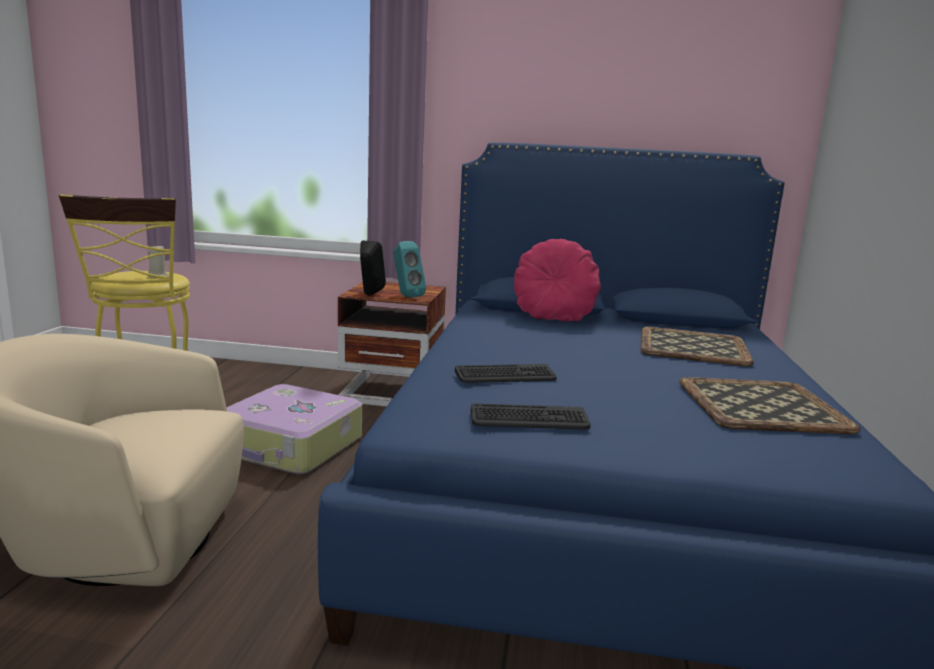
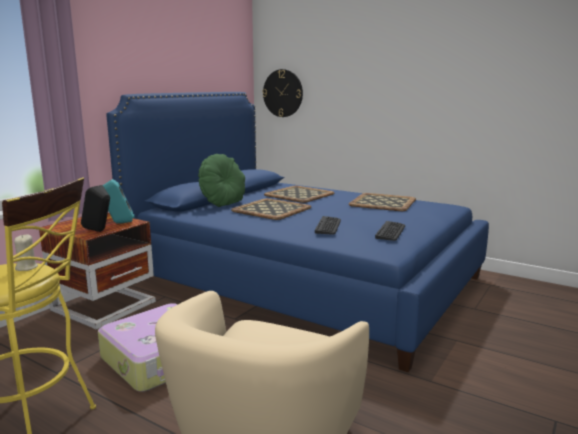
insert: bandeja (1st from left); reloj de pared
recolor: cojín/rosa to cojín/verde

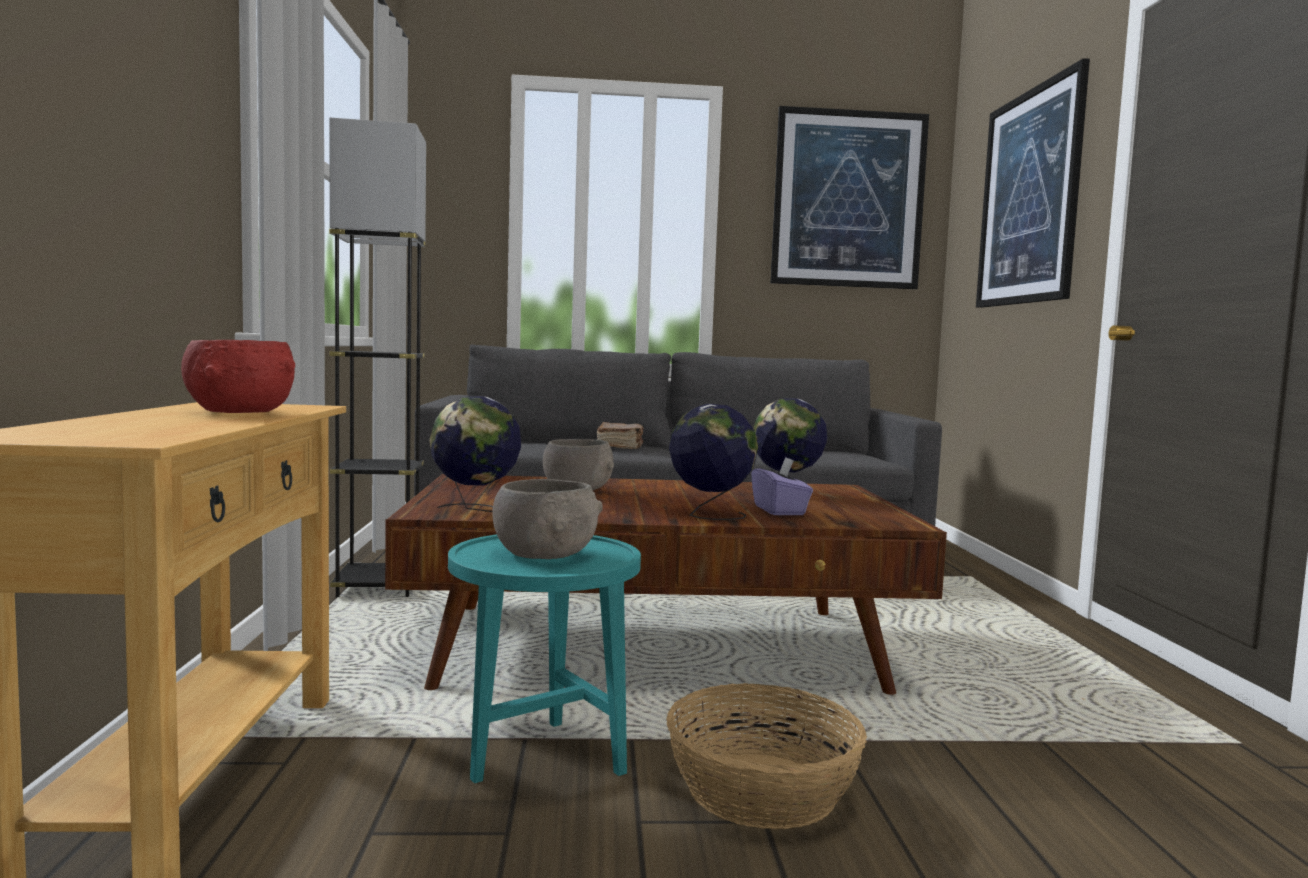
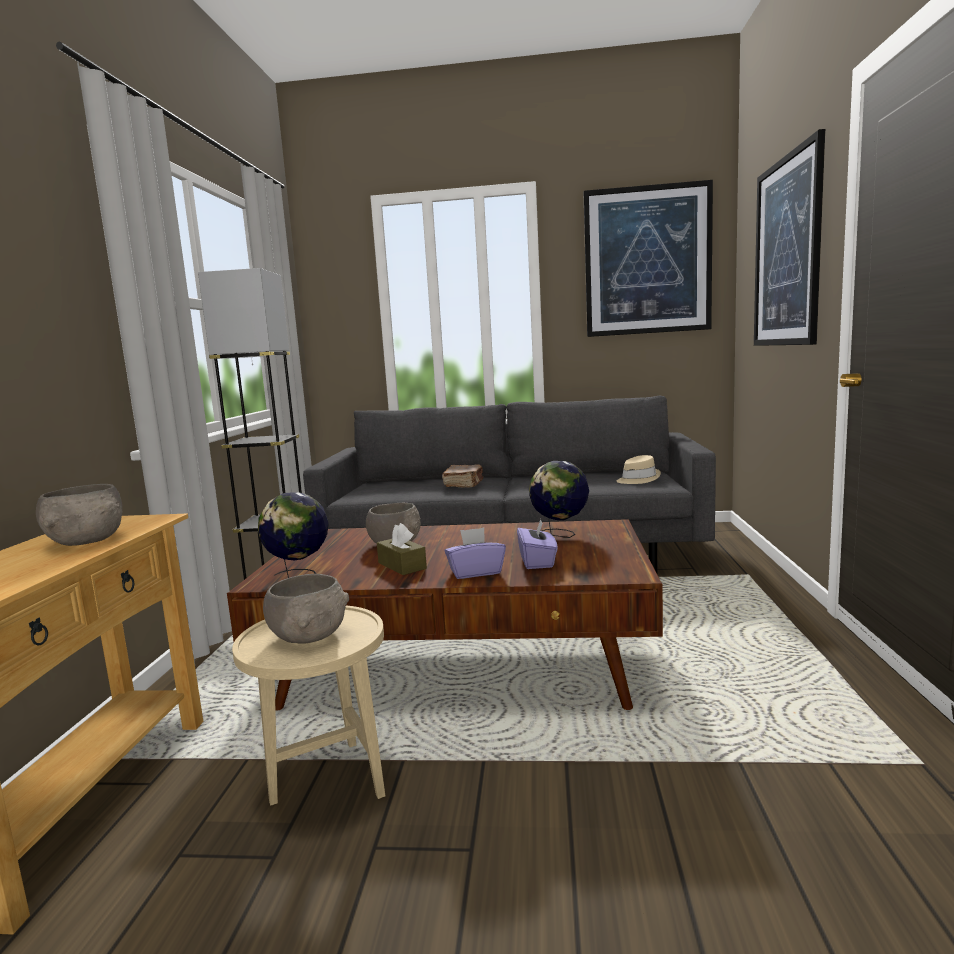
delete: cesta
insert: caja de pañuelos/marrón; sombrero/beis
replace: globo terráqueo (2nd from left) to caja de pañuelos/morado (1st from left)
recolor: cuenco/rojo to cuenco/gris (1st from left); mesa auxiliar/turquesa to mesa auxiliar/beis

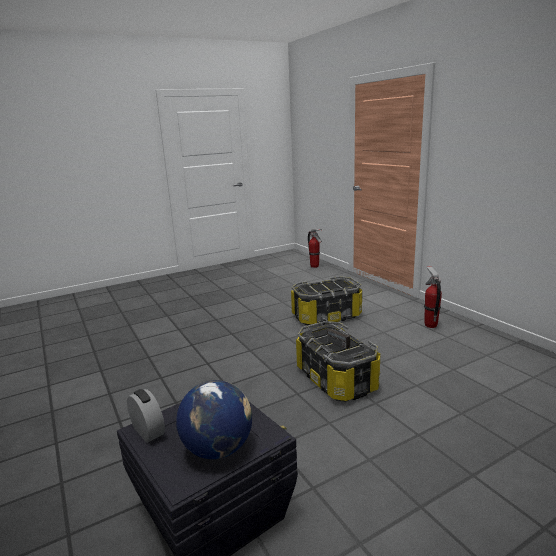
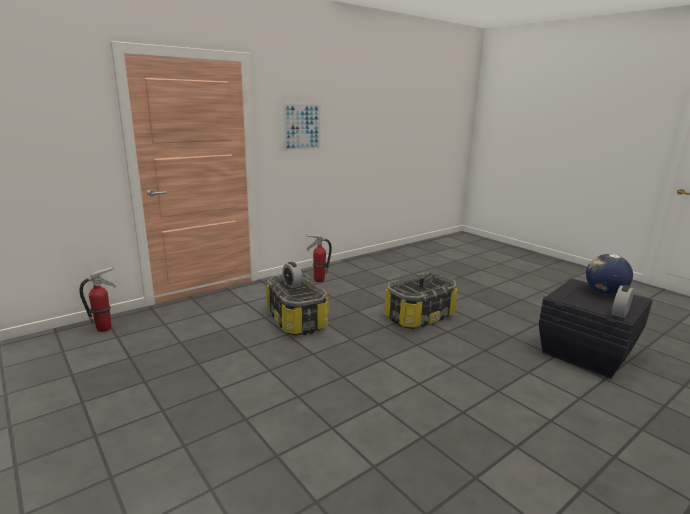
insert: cuadro; despertador (1st from left)

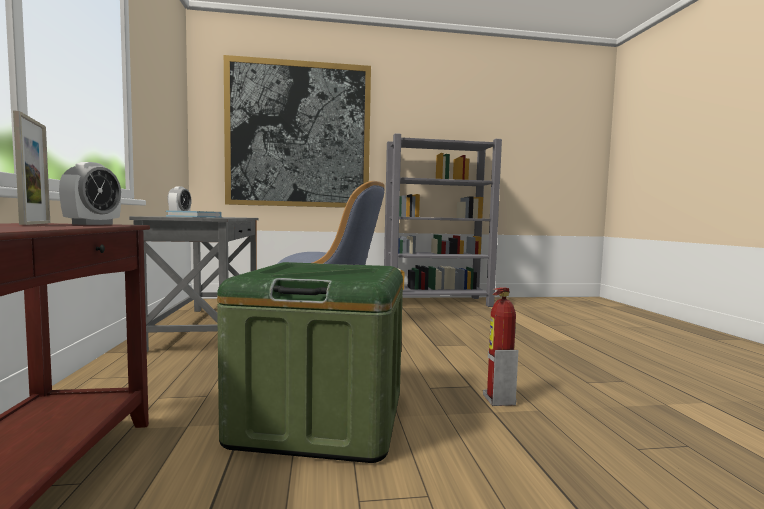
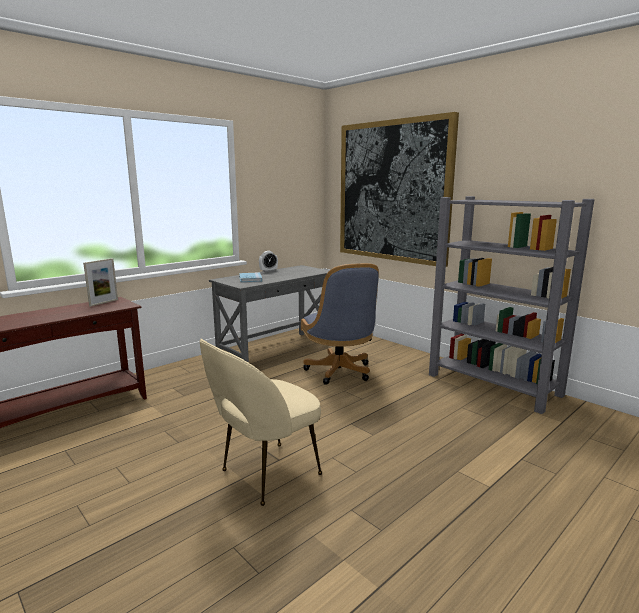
delete: despertador (1st from left); caja de almacenaje/verde
replace: extintor to silla/beis

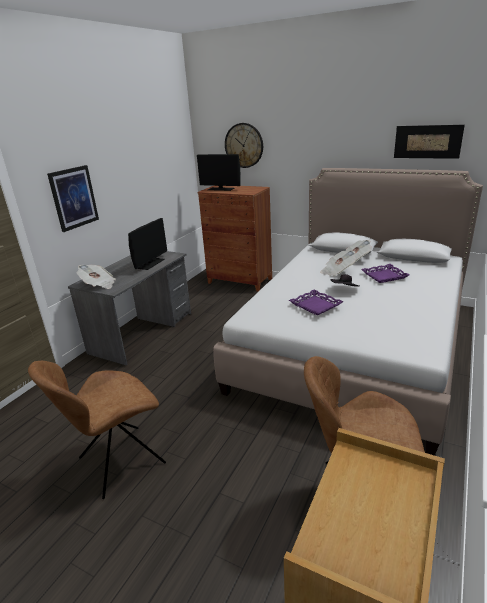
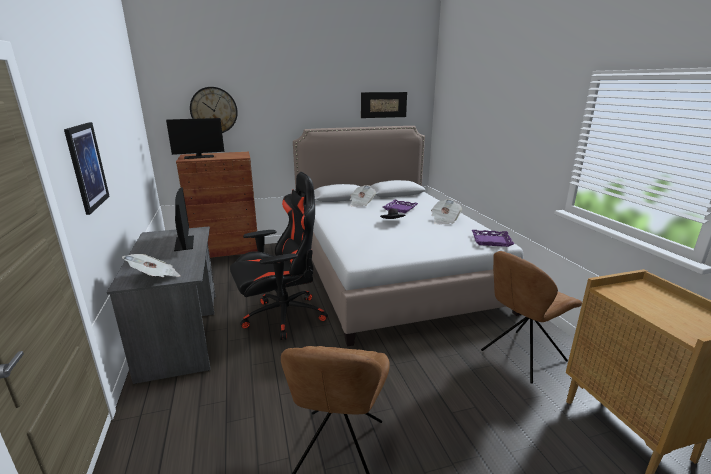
insert: silla de oficina/negro
move: bandeja/morado (1st from left in the first image) to bandeja/morado (2nd from left); periódico (2nd from left in the first image) to periódico (3rd from left)

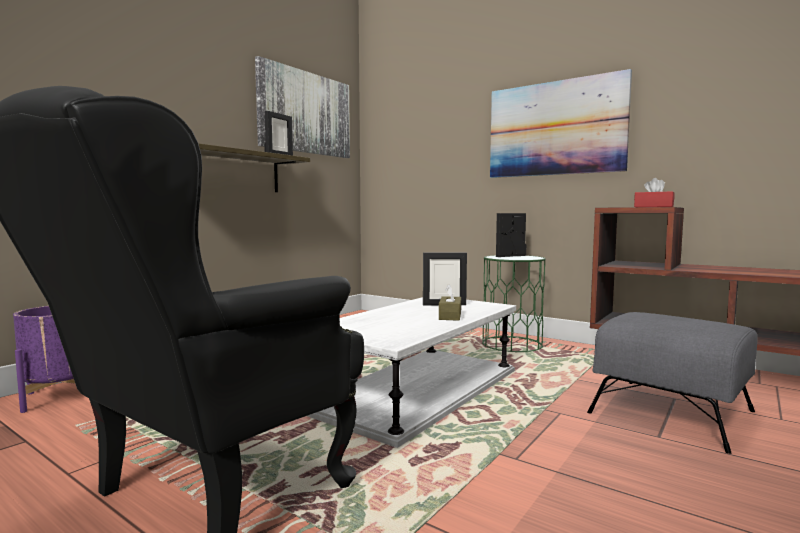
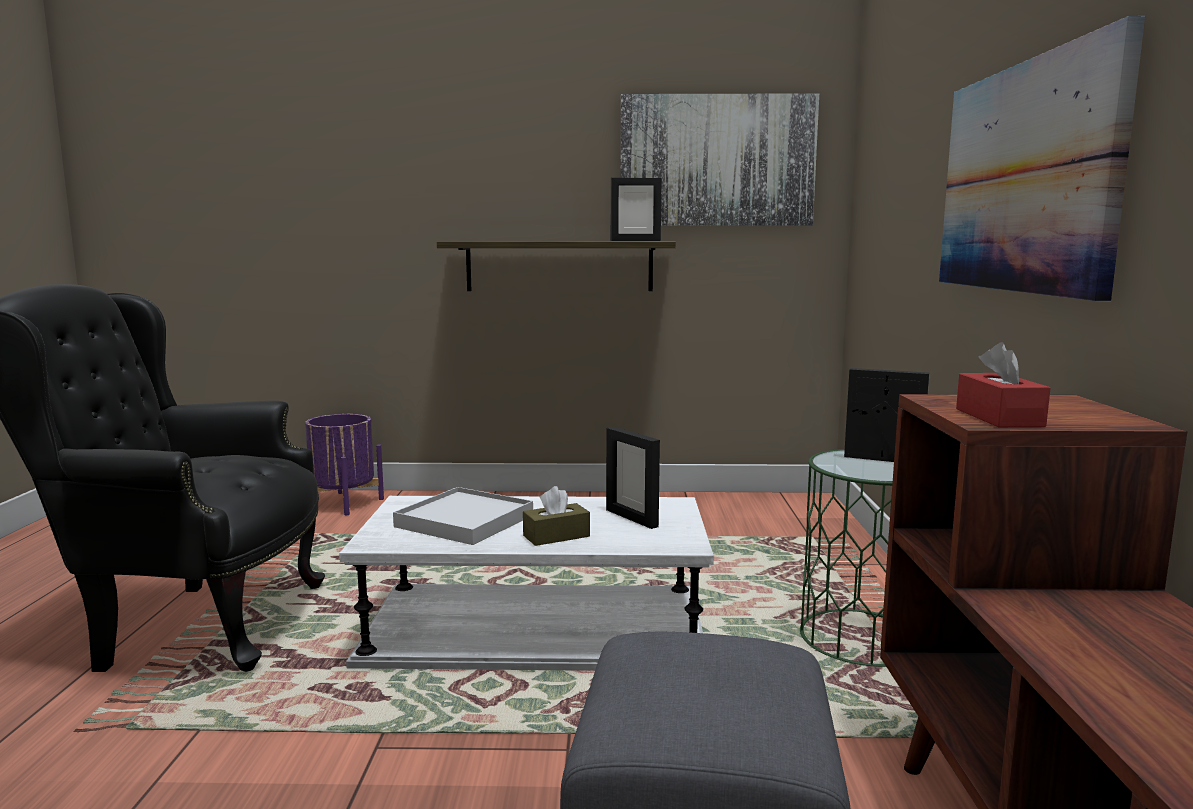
insert: bandeja/blanco

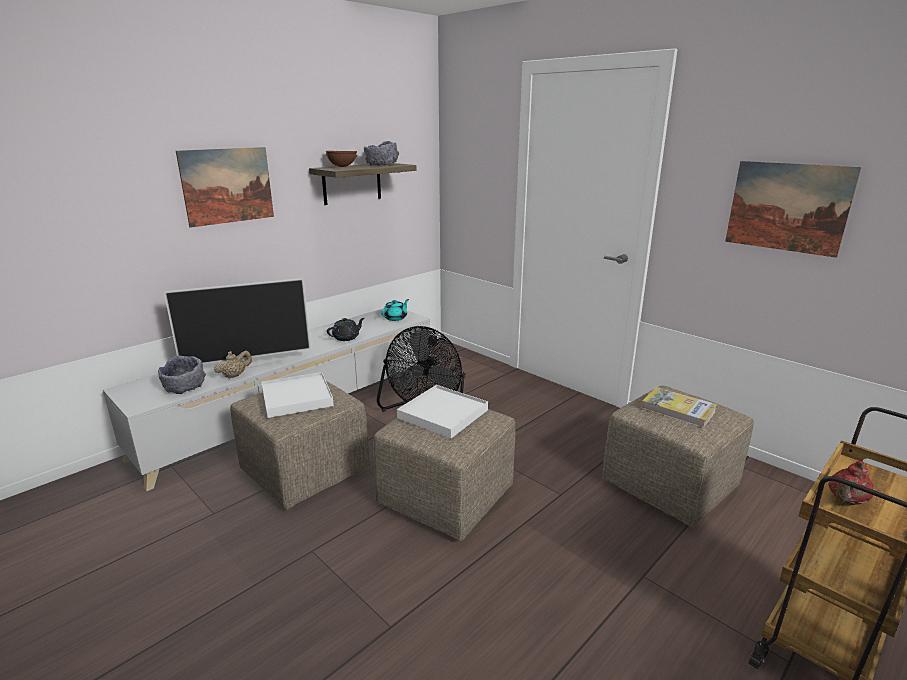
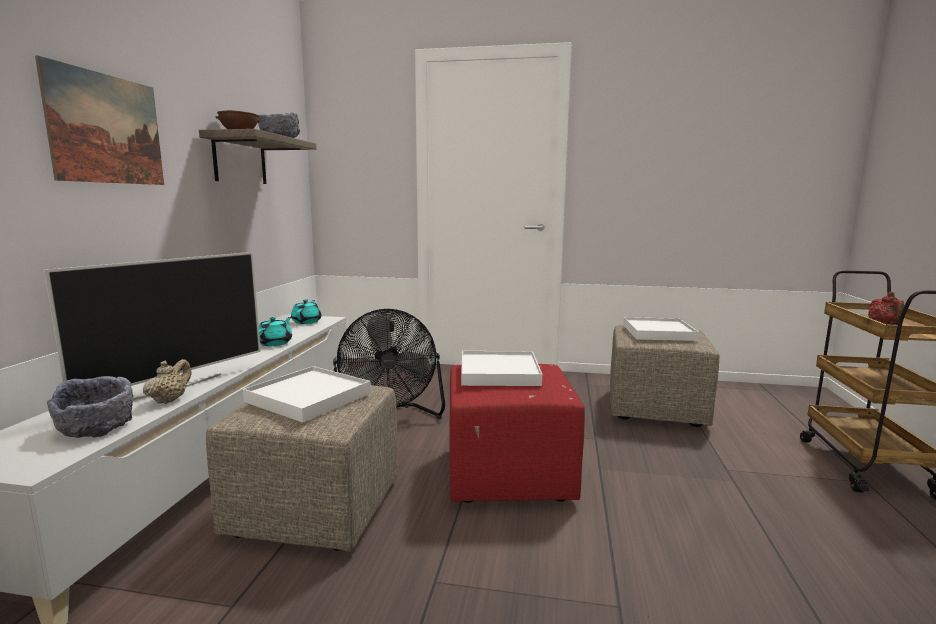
delete: cuadro (2nd from left)
replace: libro to bandeja/blanco (3rd from left)
recolor: tetera/negro to tetera/turquesa (1st from left); puf/beis (2nd from left) to puf/rojo

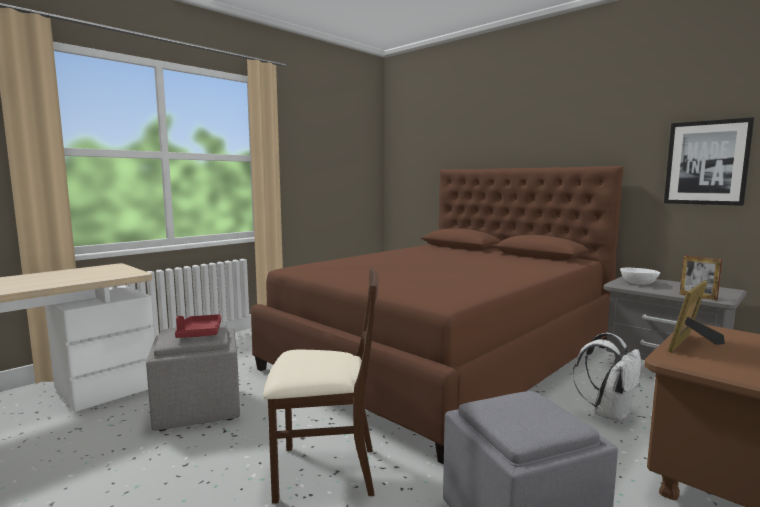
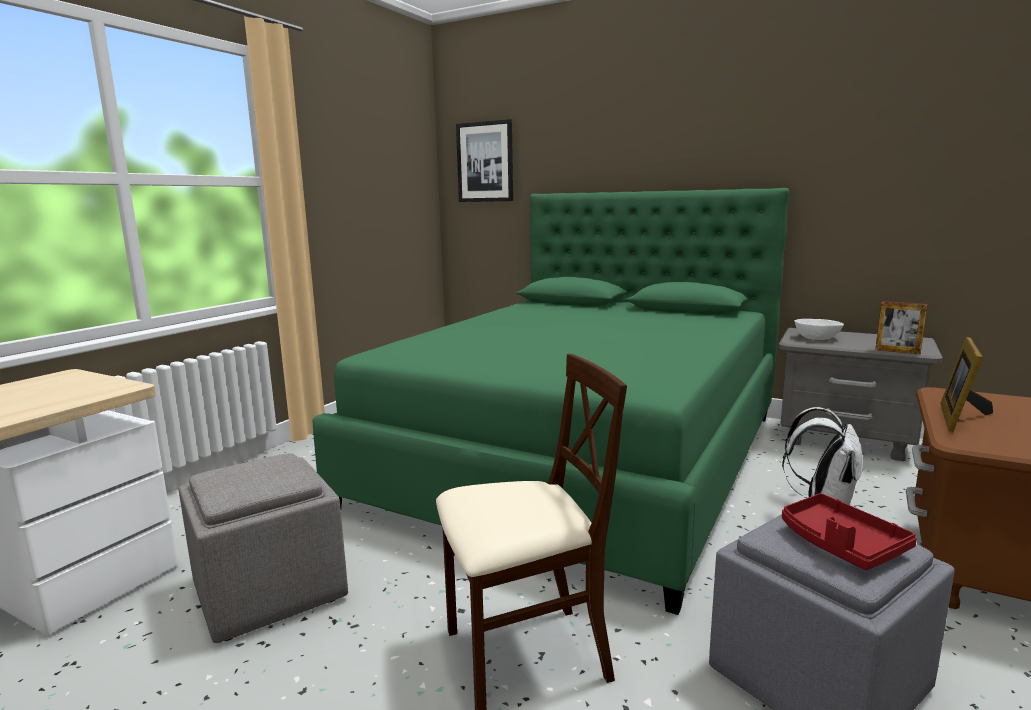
move: bandeja/rojo; cuadro
recolor: cama/marrón to cama/verde

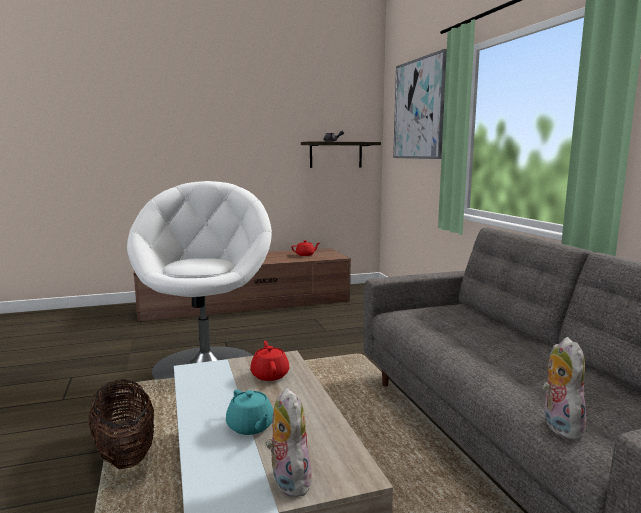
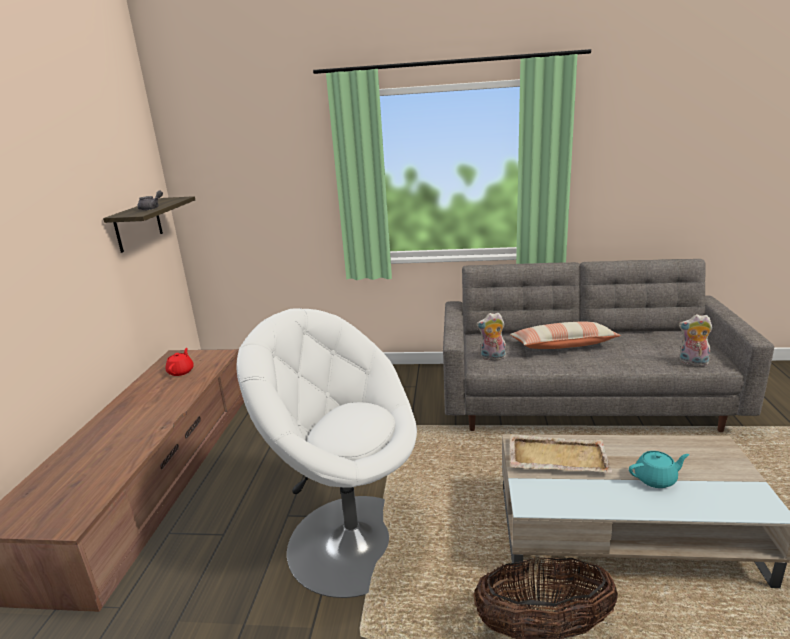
delete: cuadro
insert: cojín
move: peluche (1st from left)
replace: tetera/rojo (1st from left) to bandeja/beis

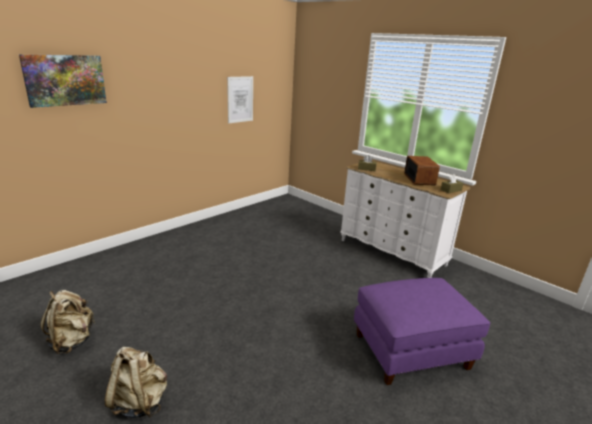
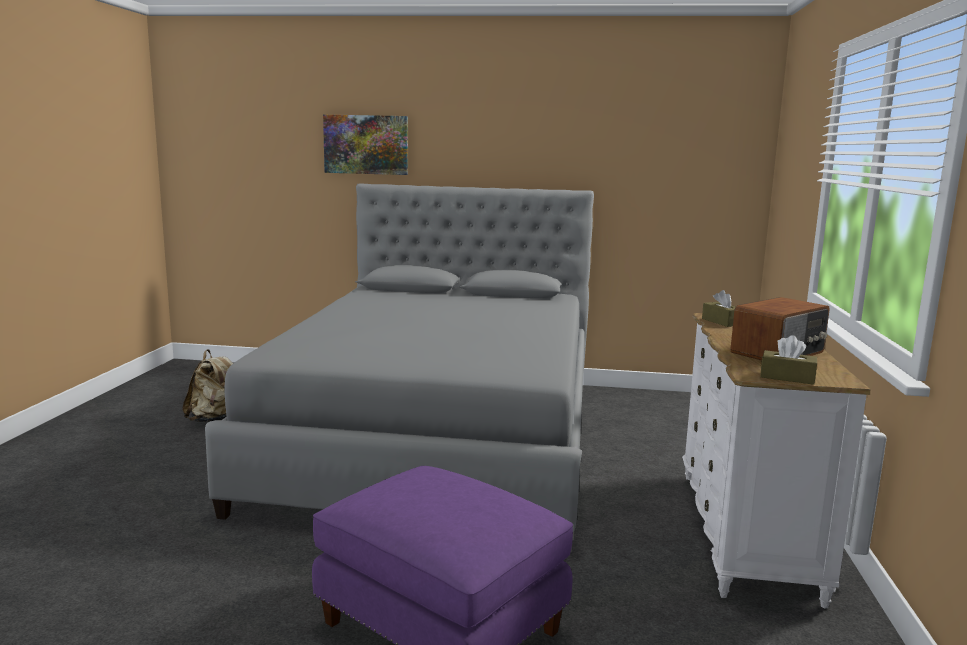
delete: mochila/beis (2nd from left); cuadro (2nd from left)
insert: cama/gris

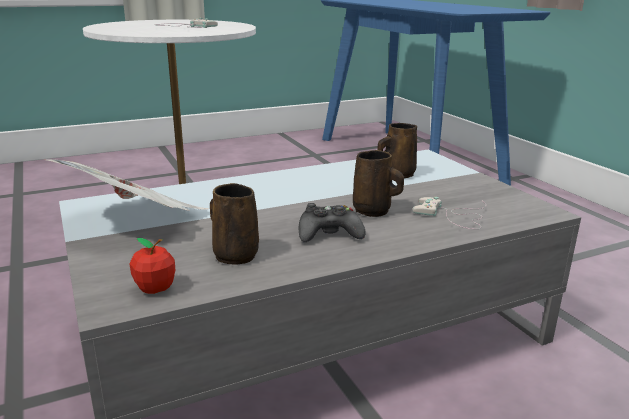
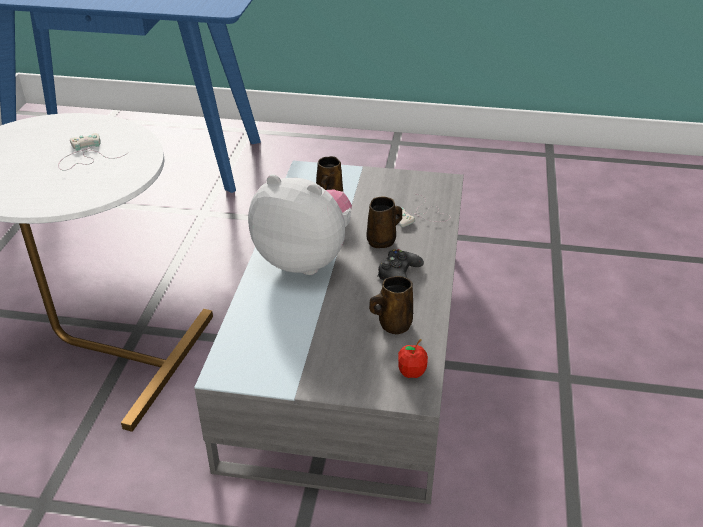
delete: periódico
insert: peluche

